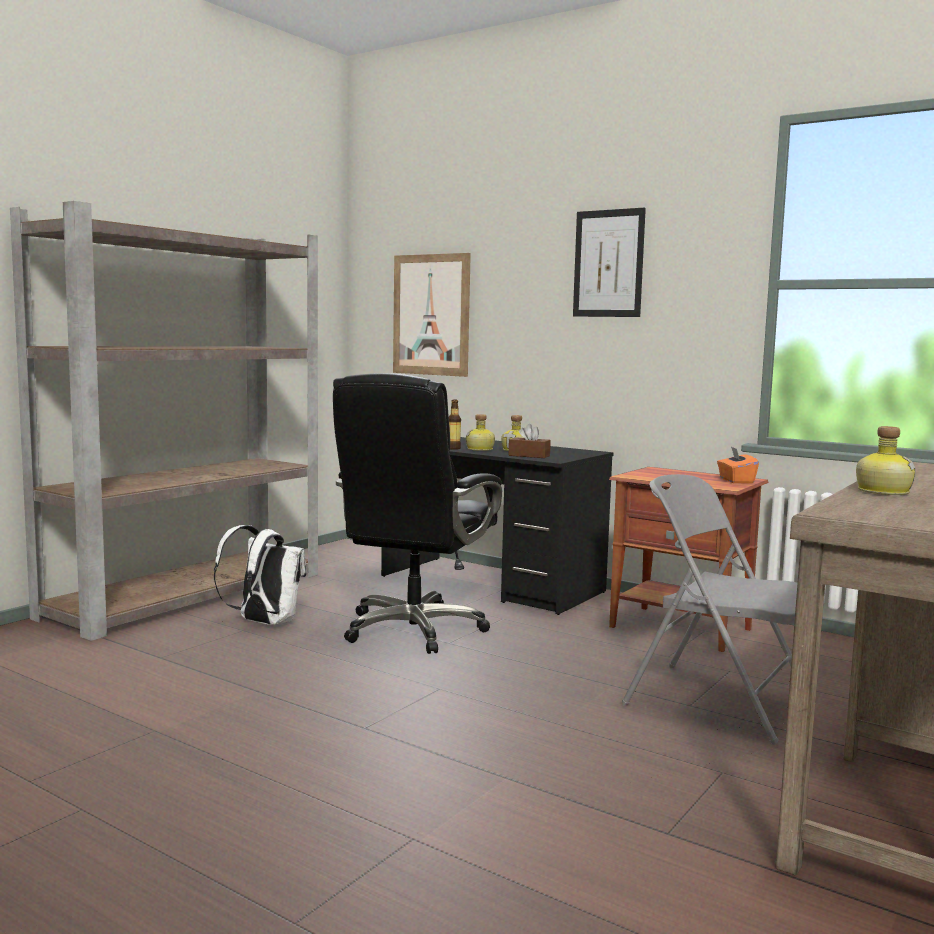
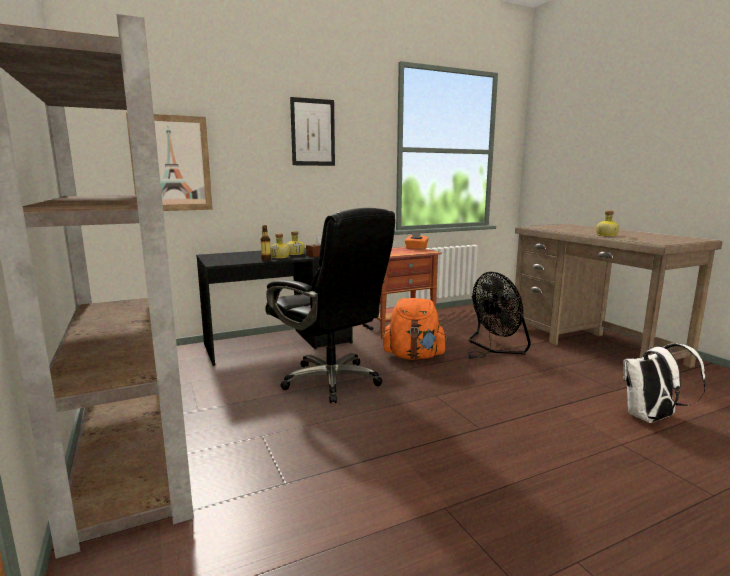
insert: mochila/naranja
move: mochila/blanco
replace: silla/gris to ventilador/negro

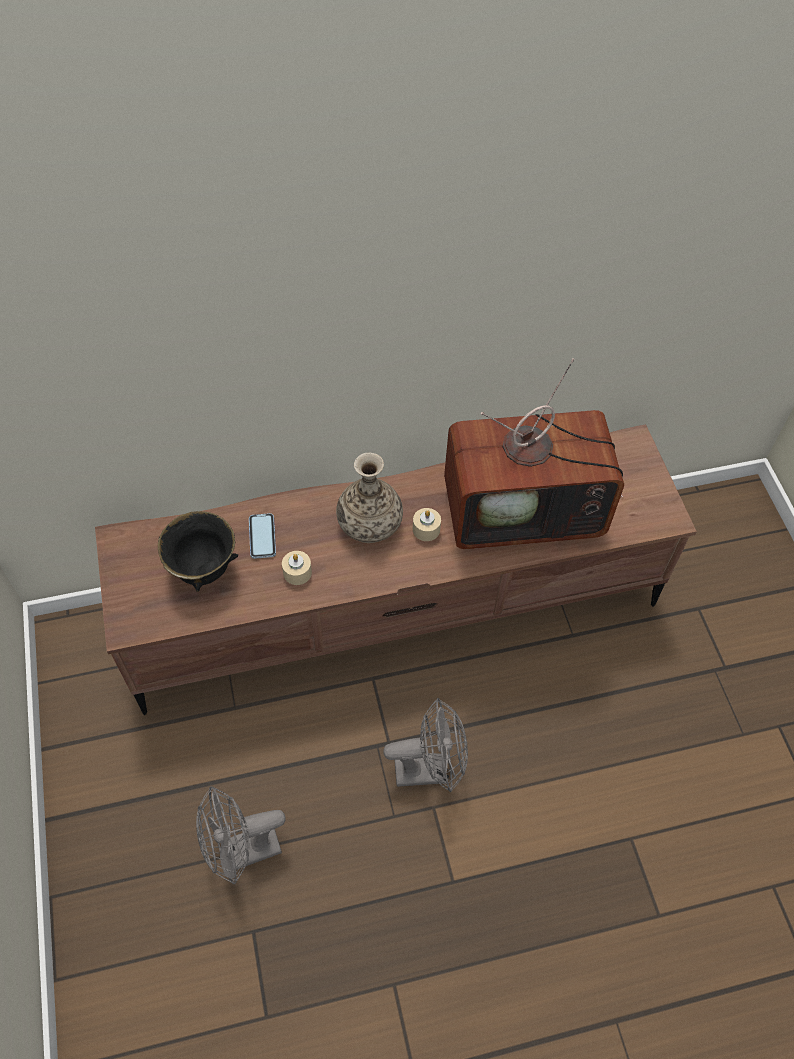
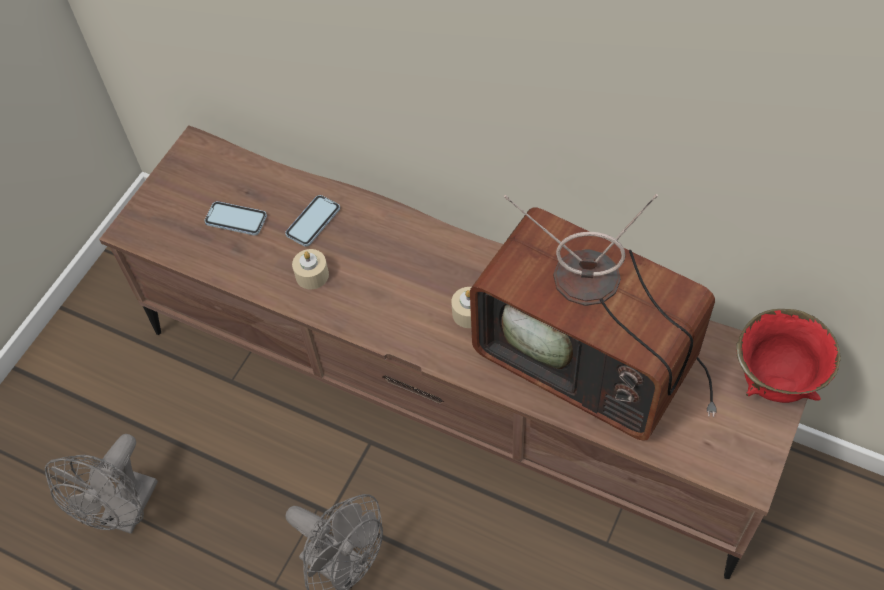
delete: florero
insert: cuenco/rojo
replace: cuenco/negro to móvil (1st from left)
rotate: ventilador/gris (1st from left) 90 degrees counterclockwise

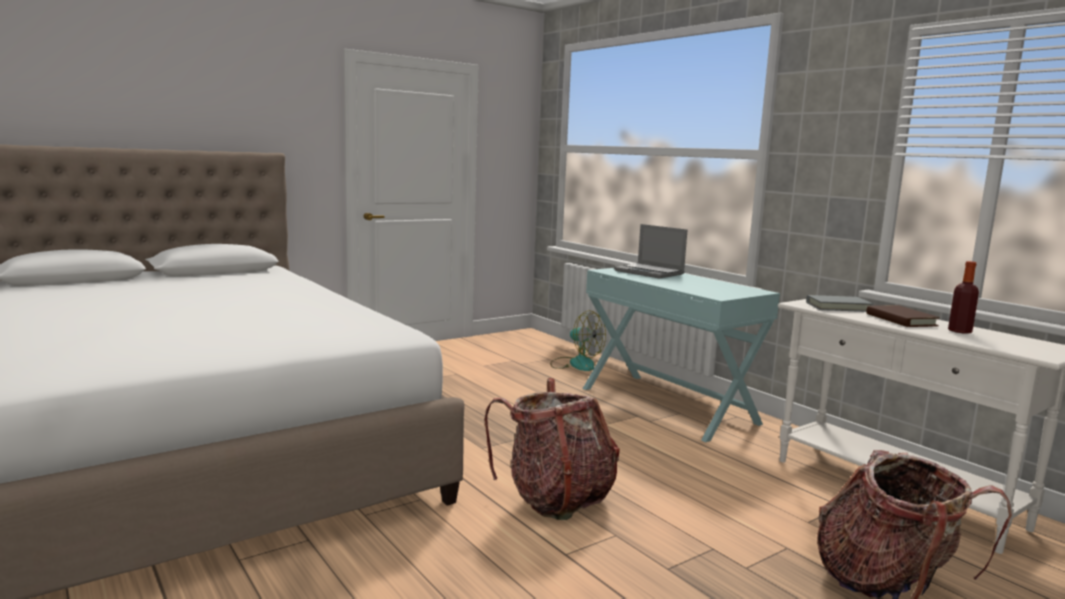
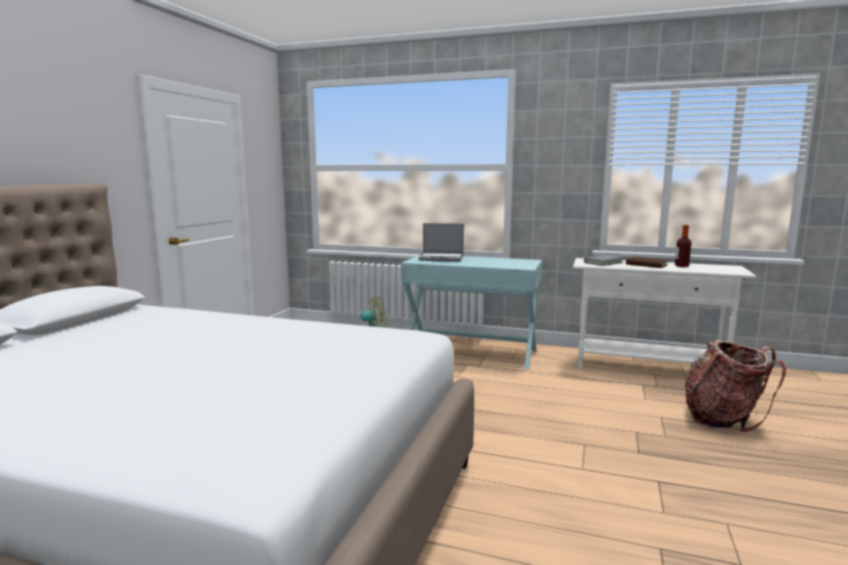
delete: mochila (1st from left)

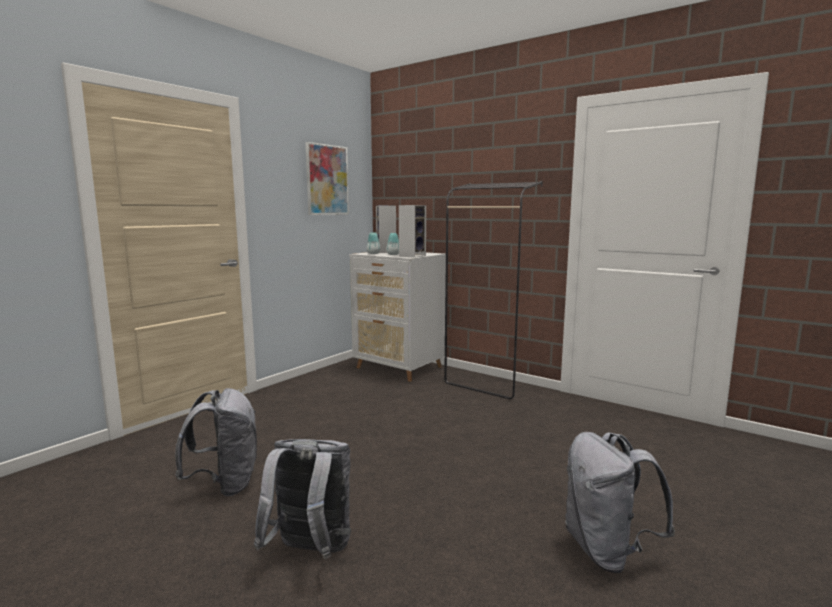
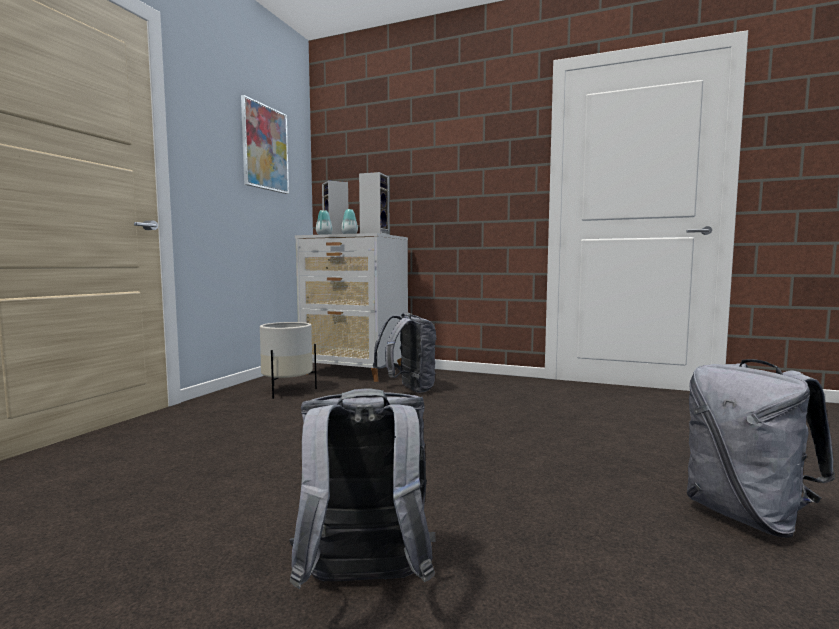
delete: perchero/negro
insert: maceta/blanco
move: mochila/gris (1st from left in the first image) to mochila/gris (2nd from left)

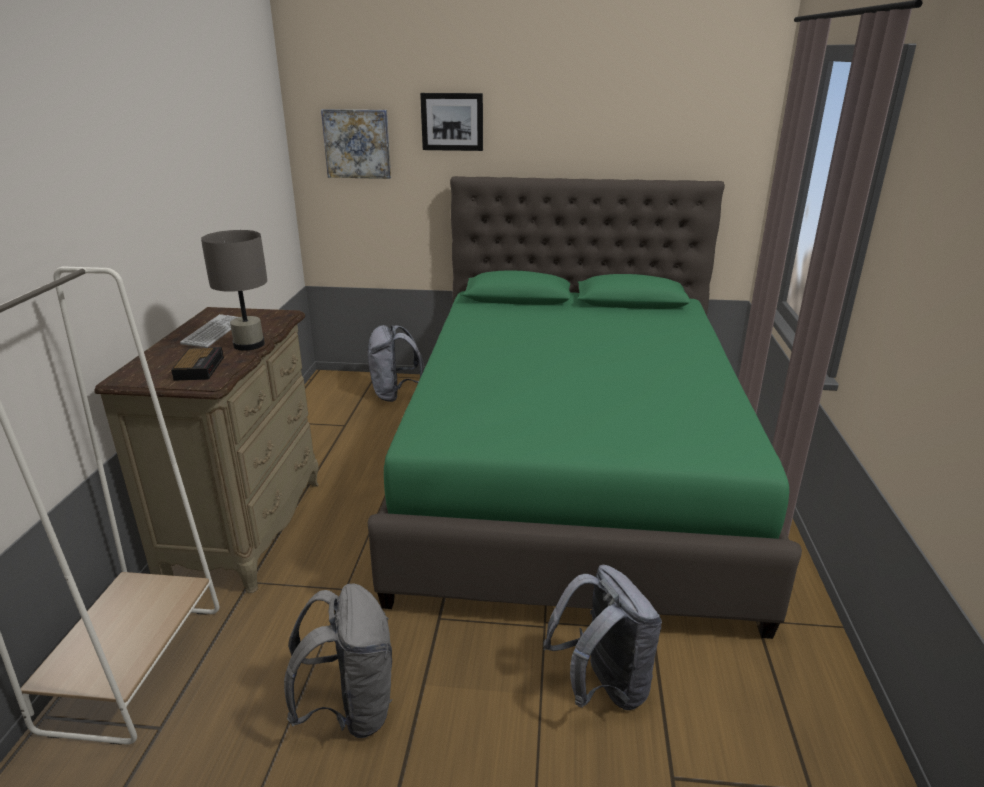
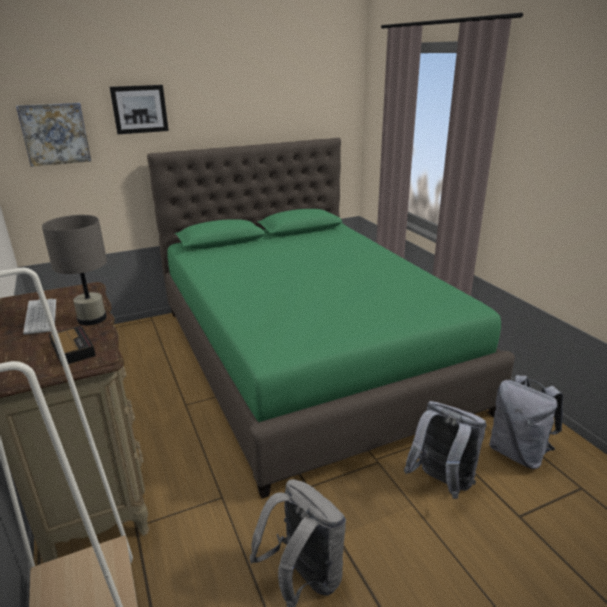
move: mochila/gris (2nd from left in the first image) to mochila/gris (3rd from left)

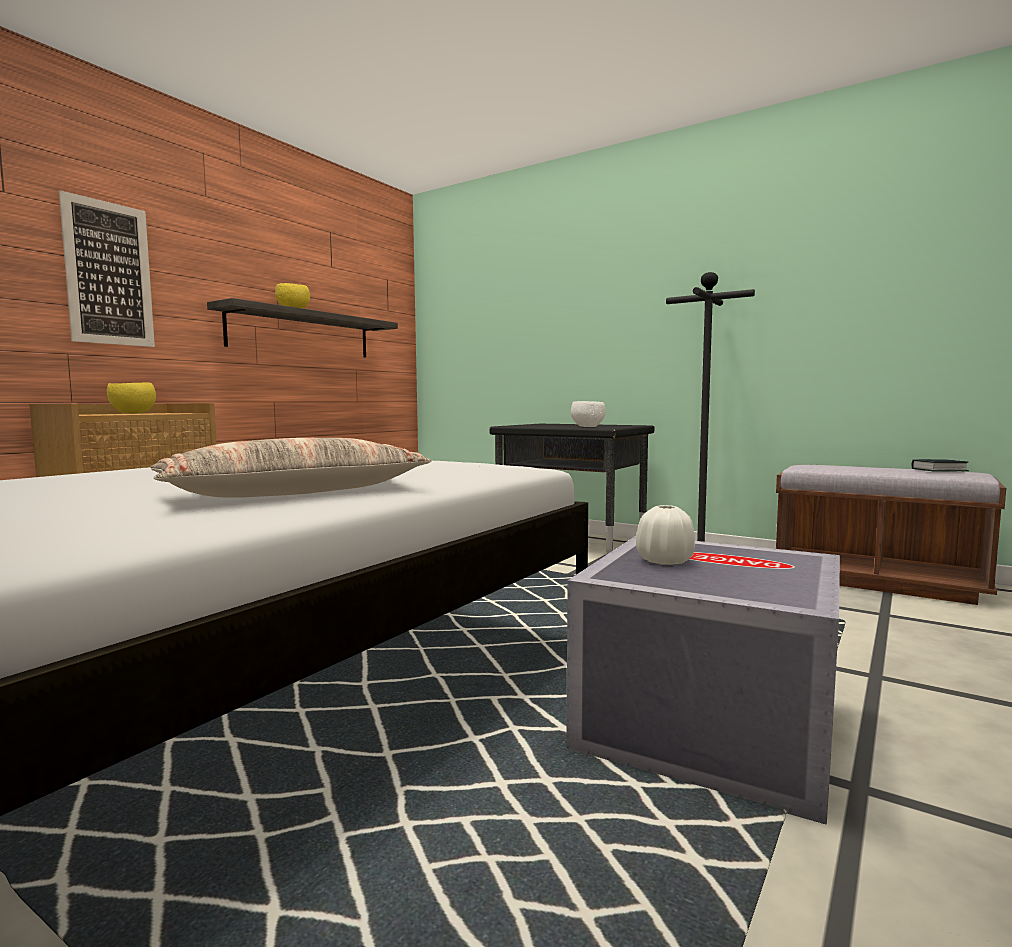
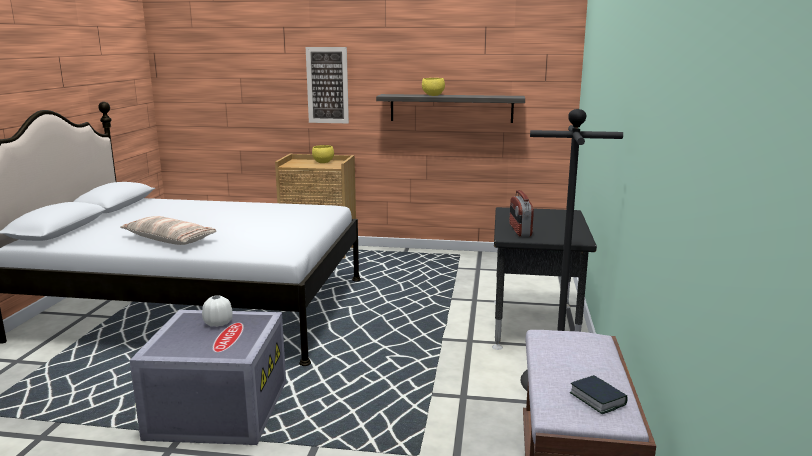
replace: cuenco/blanco to radio

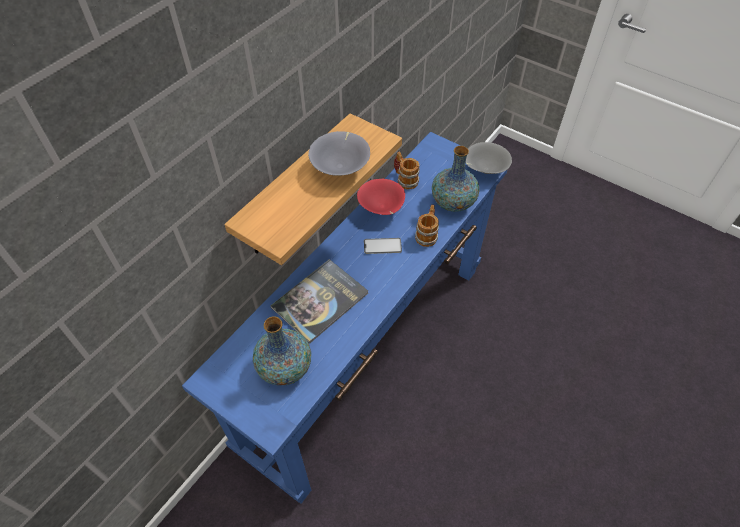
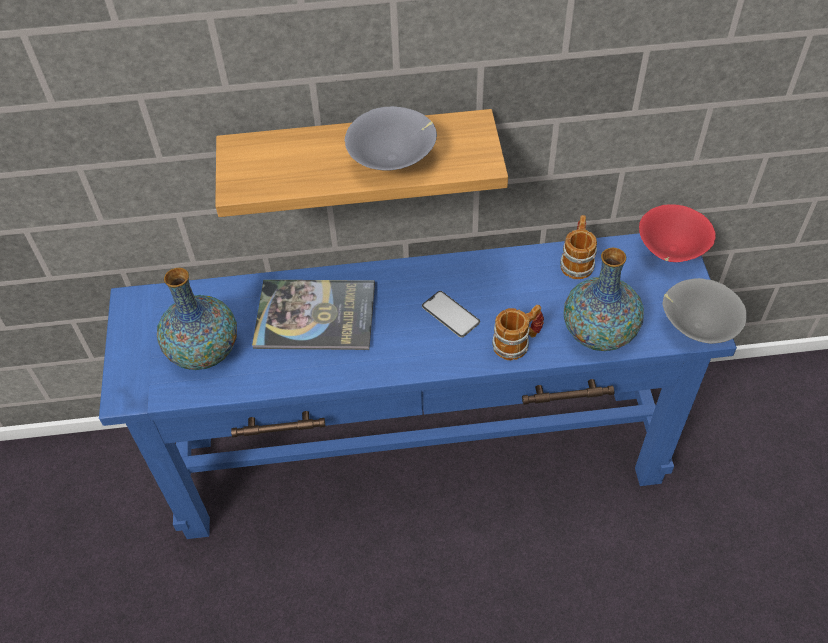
move: cuenco/rojo

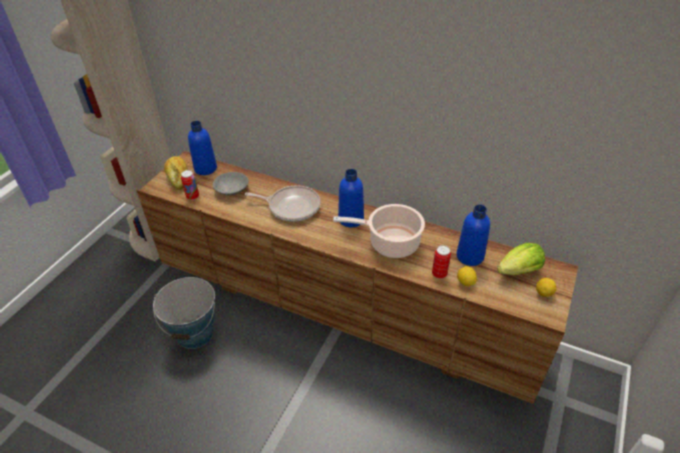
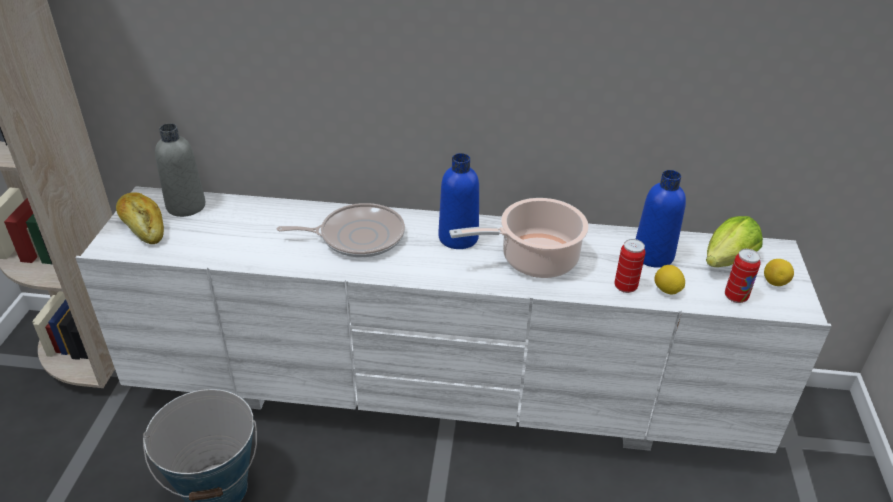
delete: cuenco/gris
move: lata (1st from left in the first image) to lata (2nd from left)
recolor: armario/marrón to armario/blanco; botella/azul (1st from left) to botella/gris

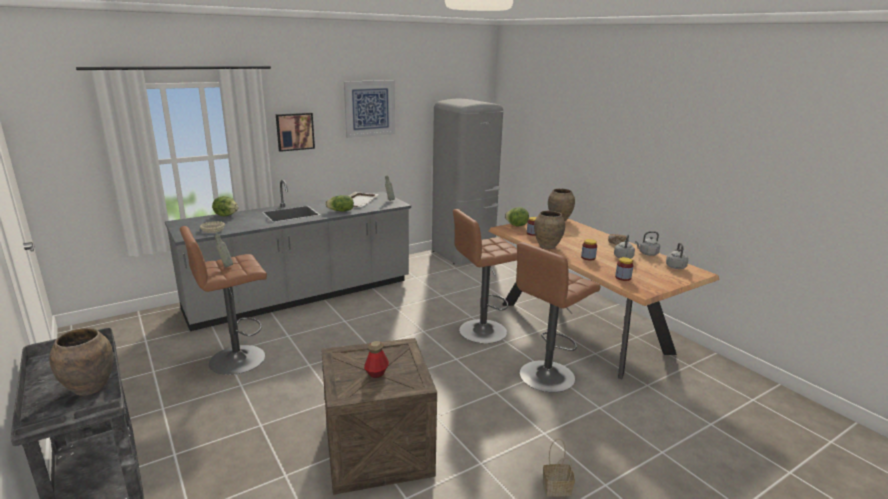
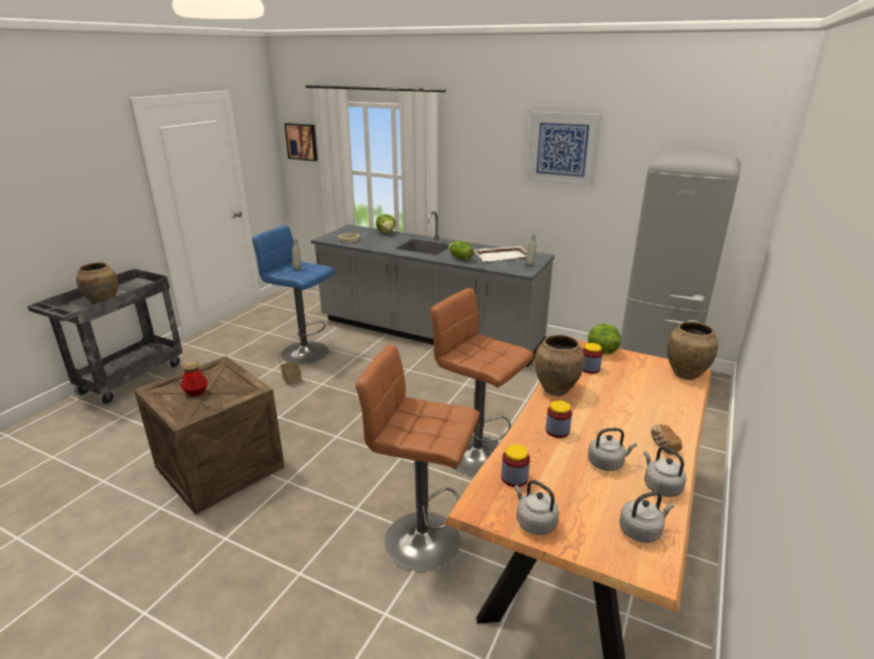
insert: hervidor/gris (1st from left)
move: cuadro (1st from left); cesta
recolor: taburete/marrón (1st from left) to taburete/azul

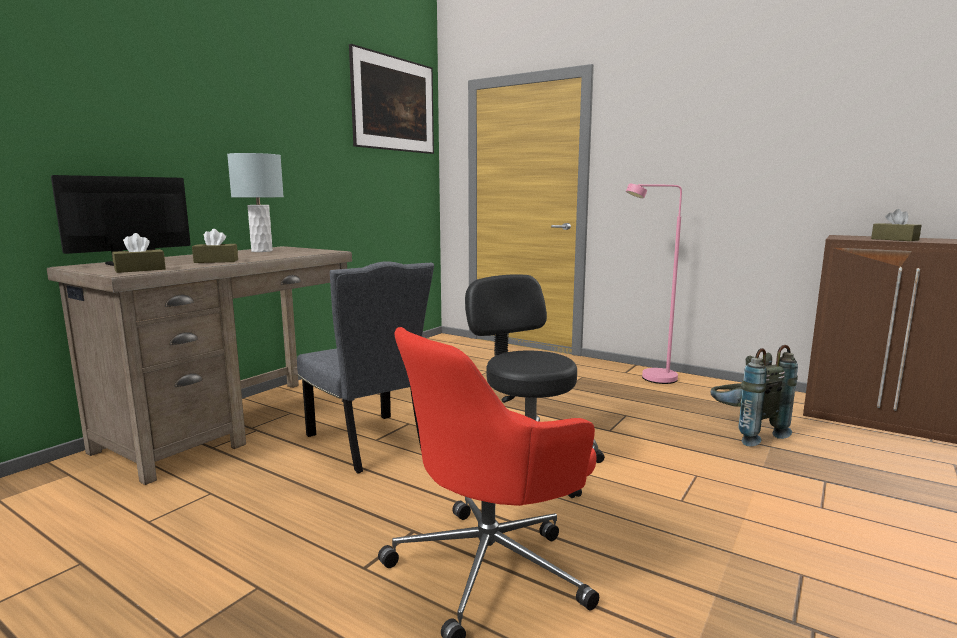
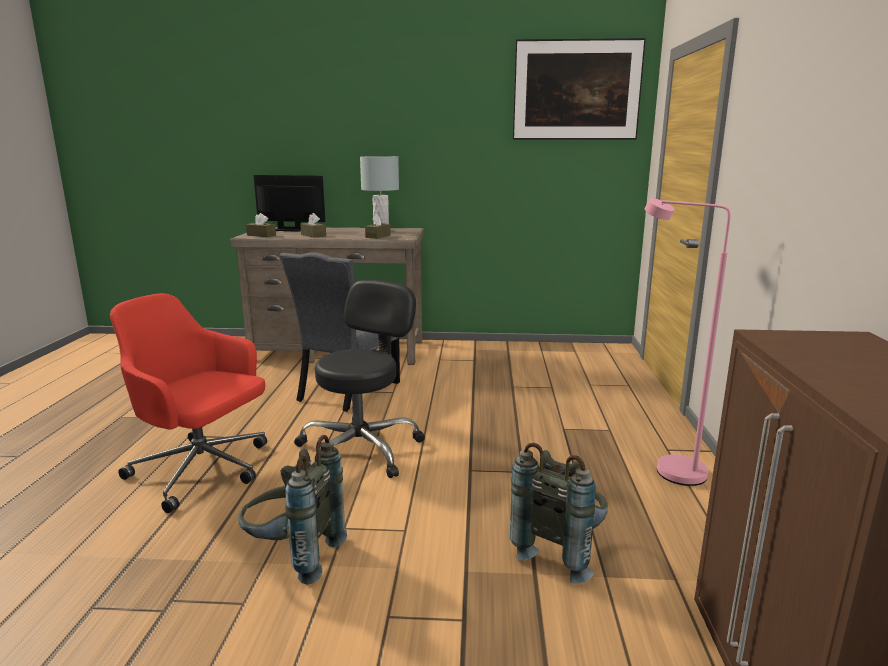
insert: mochila/gris (1st from left)
move: caja de pañuelos/marrón (3rd from left)

